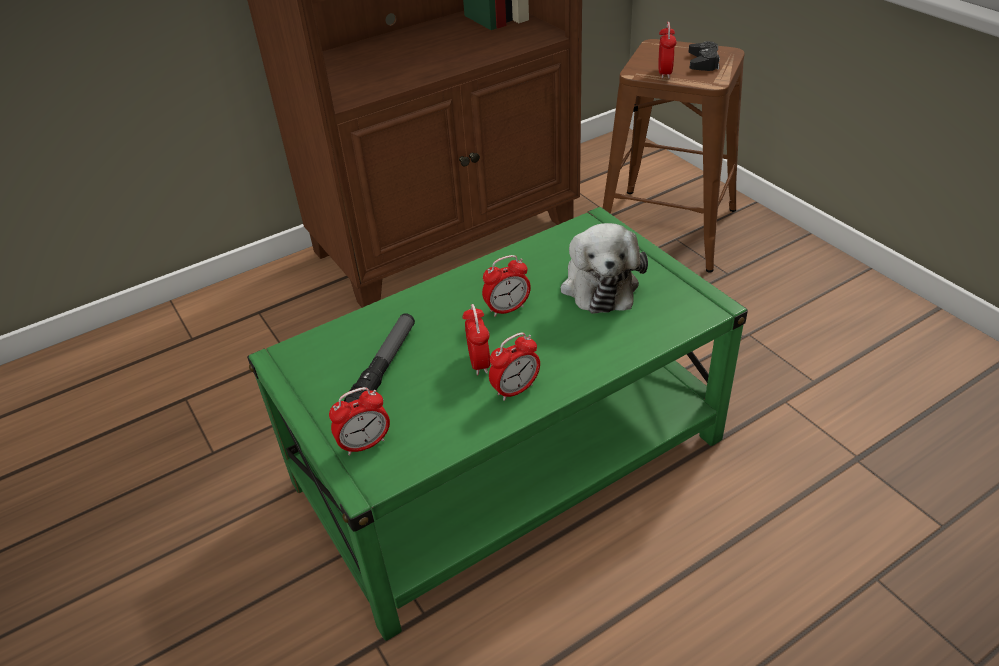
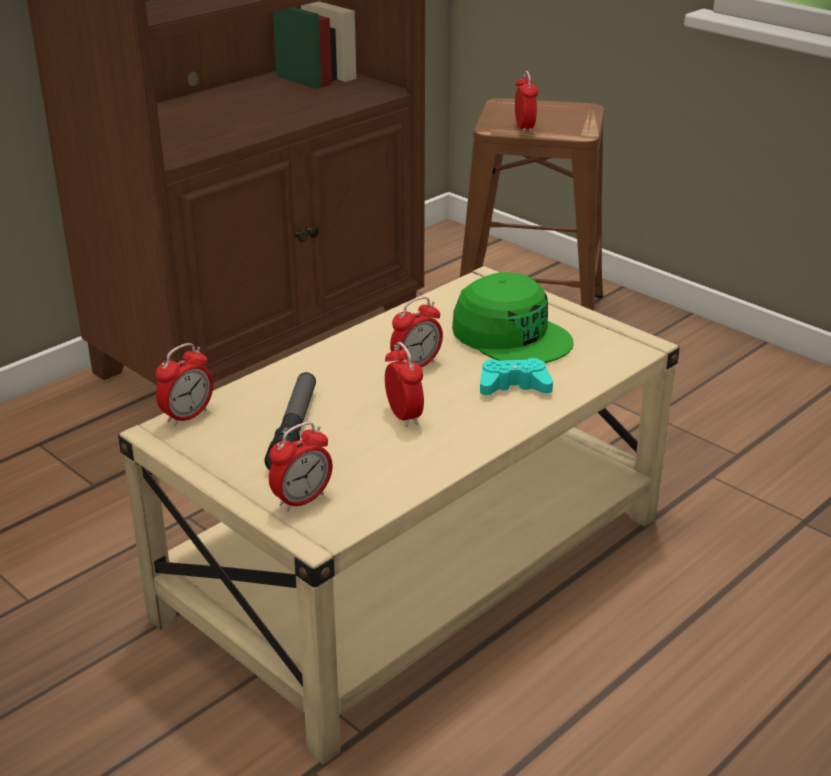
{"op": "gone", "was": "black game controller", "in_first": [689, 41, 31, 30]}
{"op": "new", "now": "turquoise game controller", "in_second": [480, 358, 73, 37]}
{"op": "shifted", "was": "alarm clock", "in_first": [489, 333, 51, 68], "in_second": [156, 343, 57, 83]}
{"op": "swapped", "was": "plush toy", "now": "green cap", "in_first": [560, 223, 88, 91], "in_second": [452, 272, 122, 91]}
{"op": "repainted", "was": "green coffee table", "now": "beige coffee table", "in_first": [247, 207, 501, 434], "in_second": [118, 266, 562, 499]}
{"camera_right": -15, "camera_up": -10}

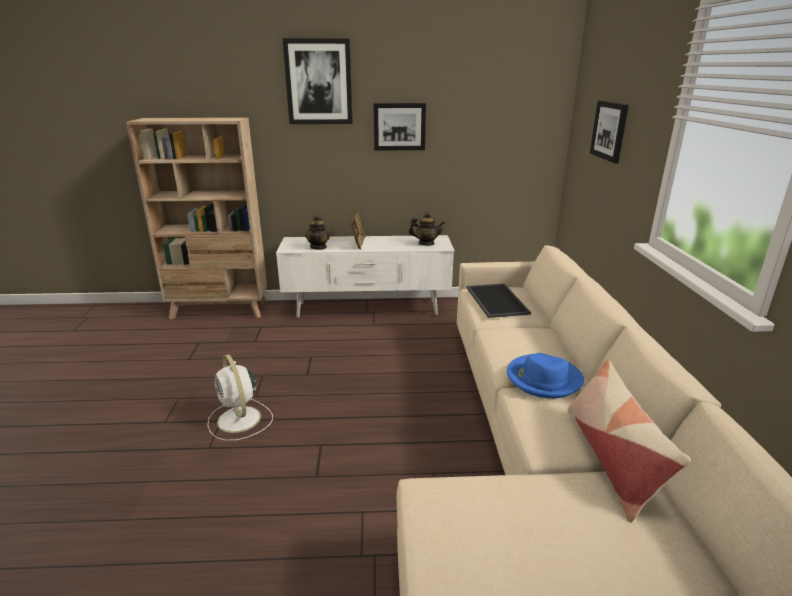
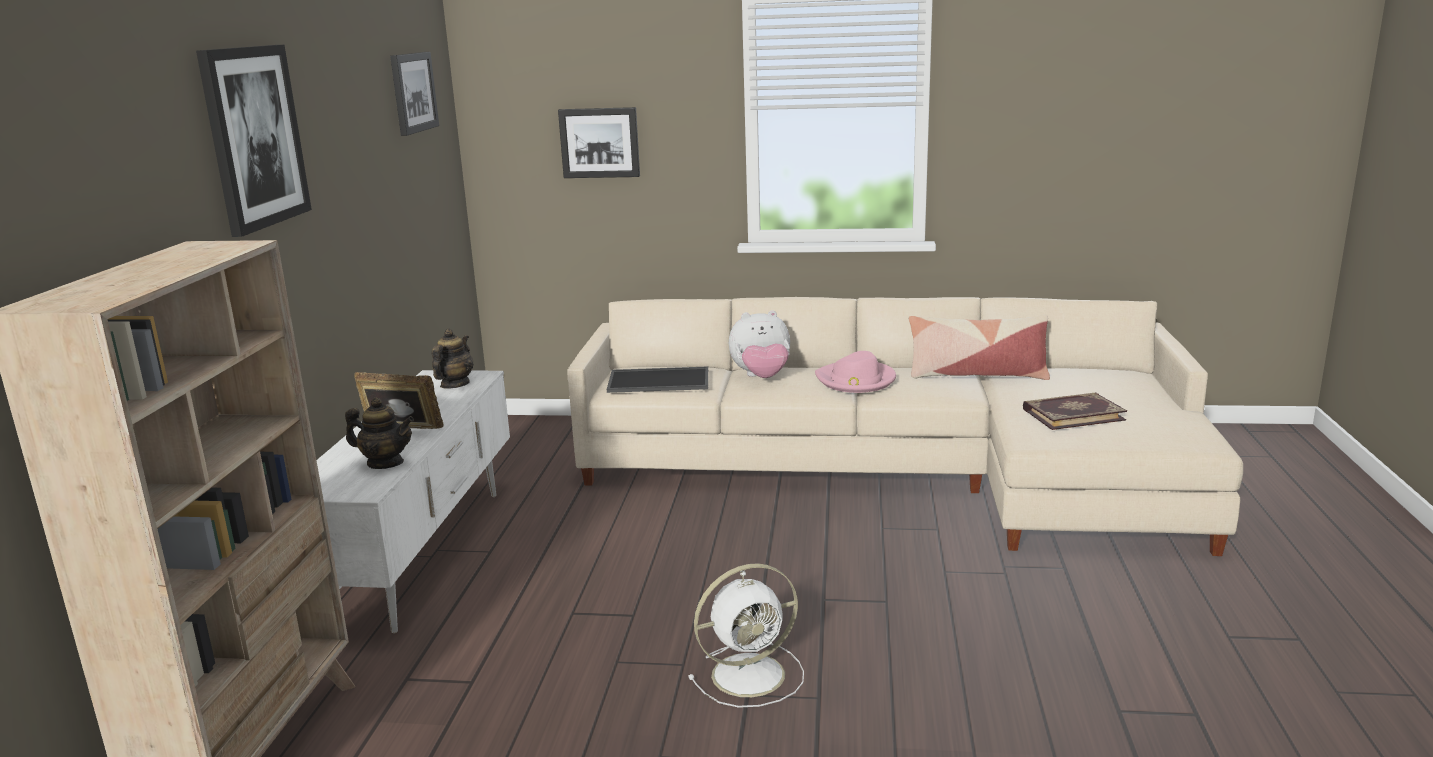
{"op": "new", "now": "plush toy", "in_second": [729, 310, 61, 68]}
{"op": "new", "now": "book", "in_second": [1023, 392, 104, 38]}
{"op": "shifted", "was": "picture", "in_first": [374, 103, 52, 48], "in_second": [390, 52, 49, 84]}
{"op": "repainted", "was": "blue hat", "now": "pink hat", "in_first": [507, 353, 77, 45], "in_second": [815, 351, 81, 42]}
{"camera_right": -80, "camera_up": -5}

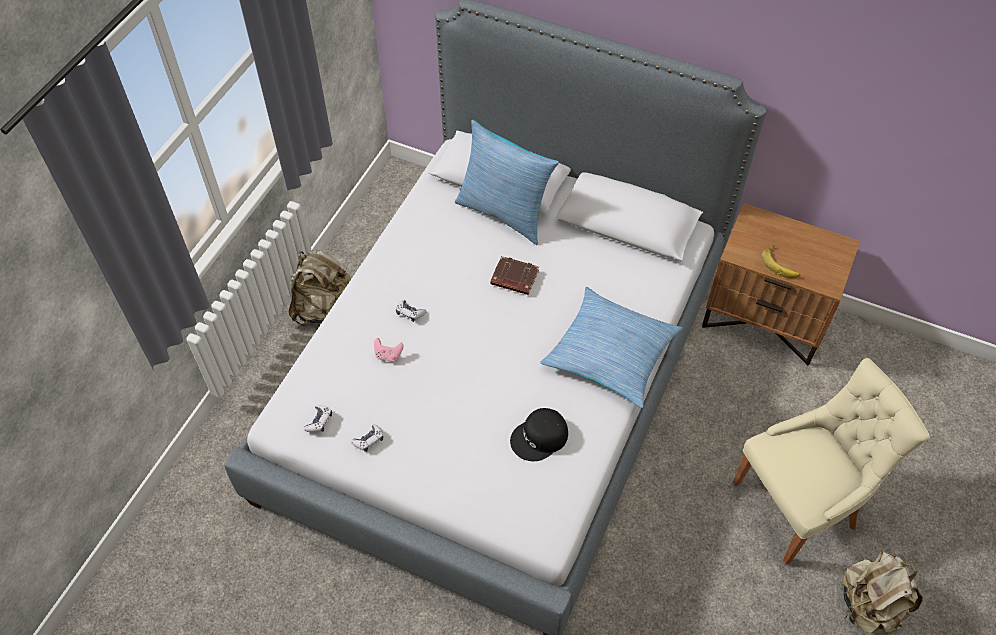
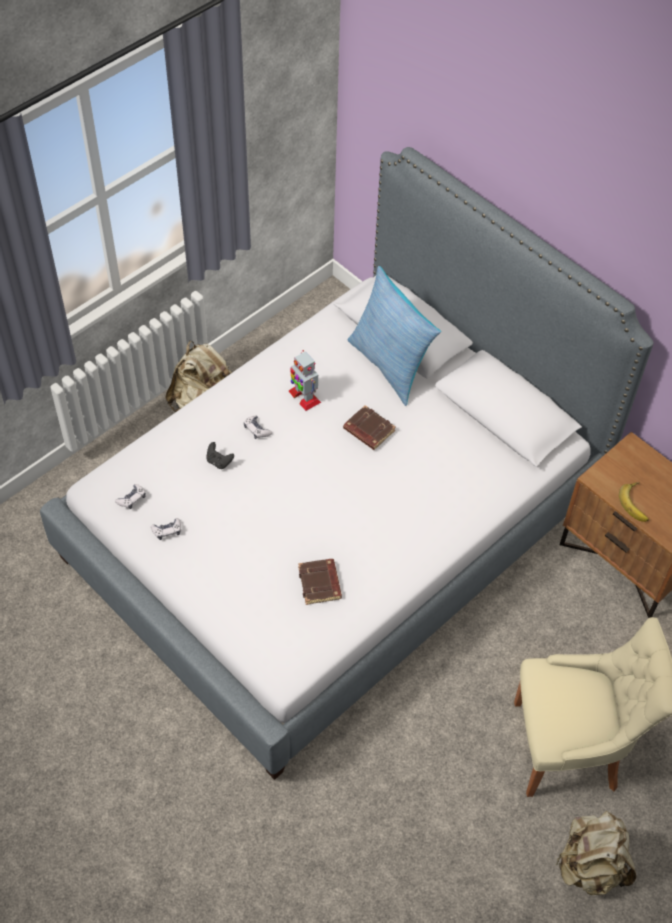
{"op": "gone", "was": "pillow", "in_first": [540, 287, 143, 121]}
{"op": "new", "now": "toy robot", "in_second": [289, 350, 32, 61]}
{"op": "swapped", "was": "black cap", "now": "brown book", "in_first": [510, 408, 58, 53], "in_second": [298, 559, 44, 46]}
{"op": "repainted", "was": "pink game controller", "now": "black game controller", "in_first": [374, 338, 30, 24], "in_second": [206, 442, 28, 27]}
{"camera_right": 20, "camera_up": 0}

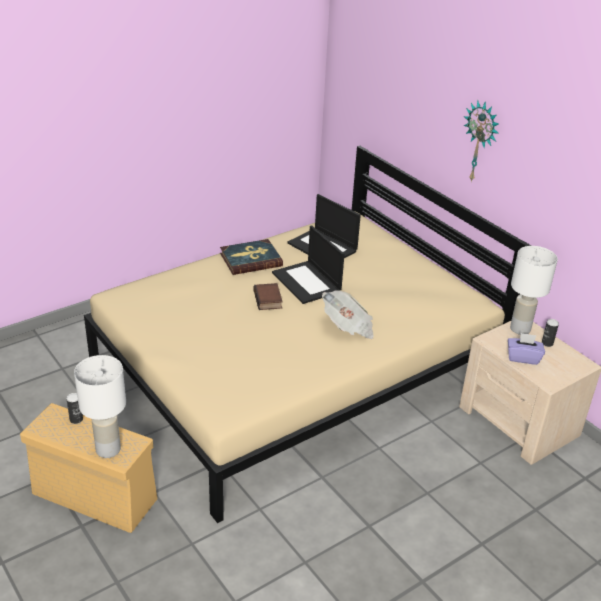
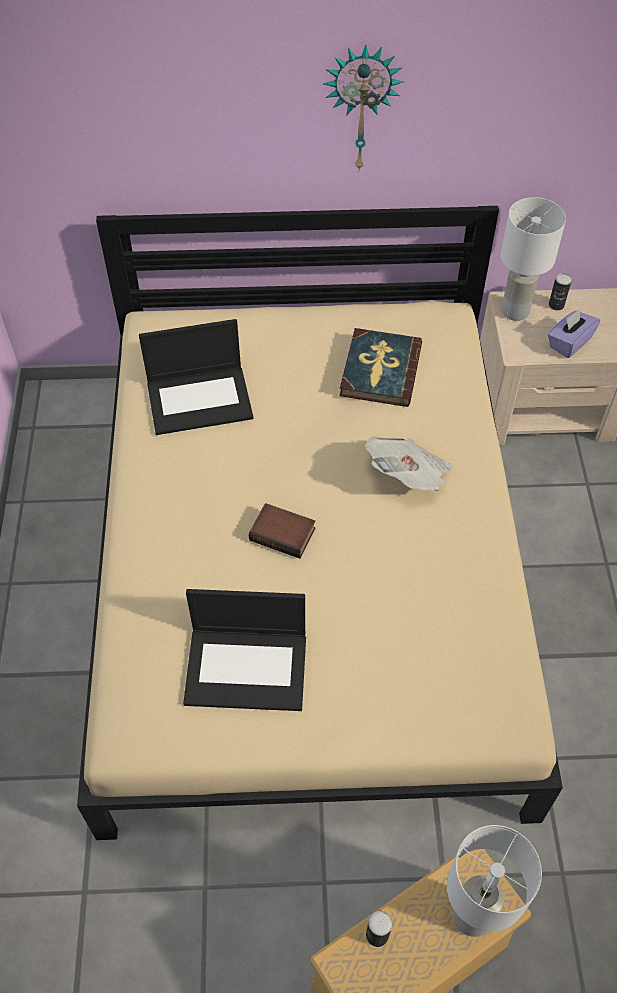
{"op": "shifted", "was": "book", "in_first": [220, 239, 63, 36], "in_second": [339, 328, 83, 79]}
{"op": "shifted", "was": "laptop", "in_first": [272, 226, 72, 78], "in_second": [183, 589, 123, 122]}
{"camera_right": -55, "camera_up": 20}

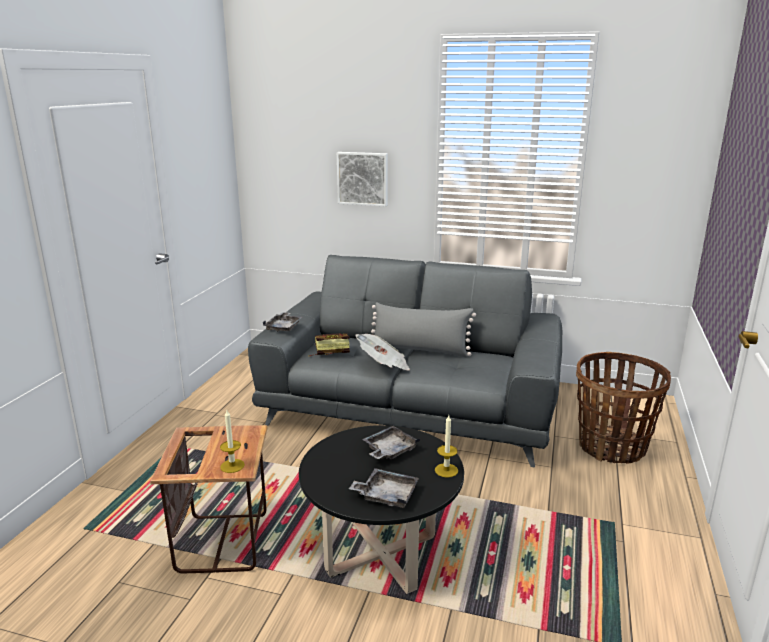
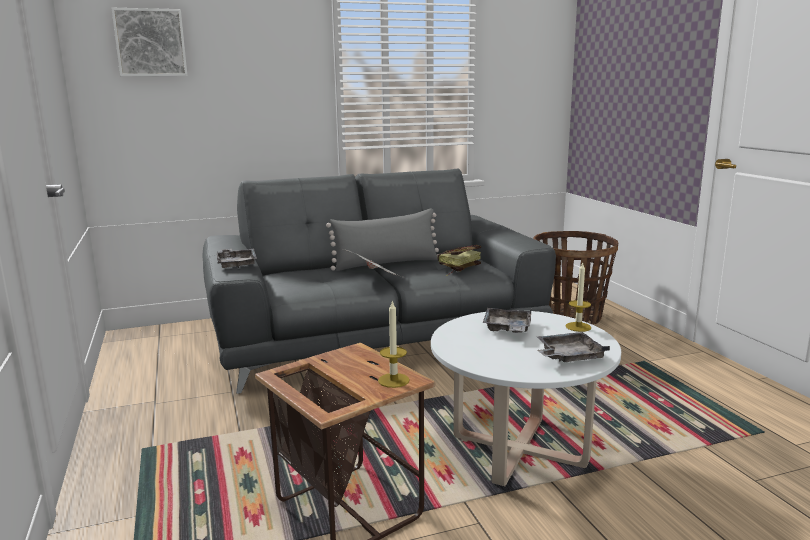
{"op": "shifted", "was": "book", "in_first": [308, 333, 42, 23], "in_second": [438, 245, 43, 31]}
{"op": "shifted", "was": "picture", "in_first": [337, 152, 51, 55], "in_second": [111, 8, 77, 69]}
{"op": "repainted", "was": "black coffee table", "now": "white coffee table", "in_first": [299, 425, 165, 169], "in_second": [431, 310, 190, 176]}
{"camera_right": -35, "camera_up": -5}

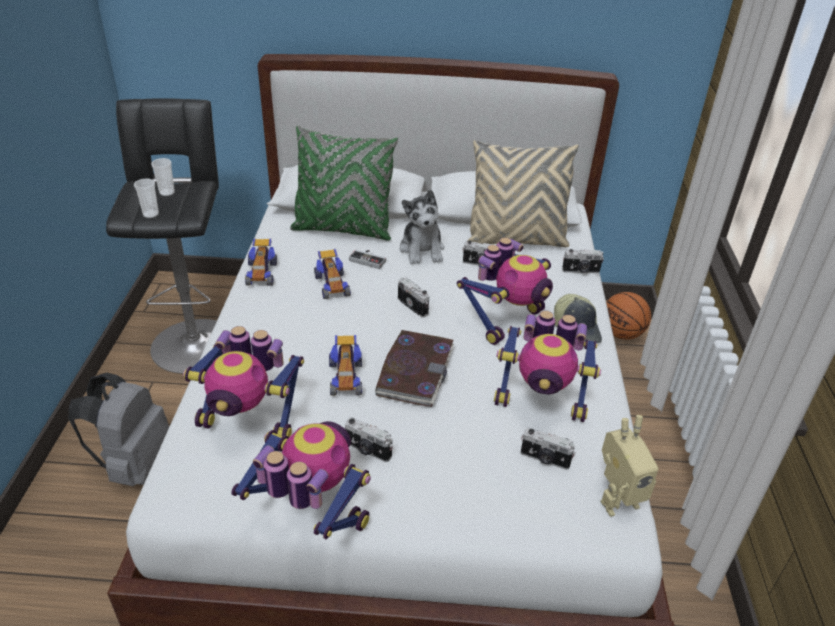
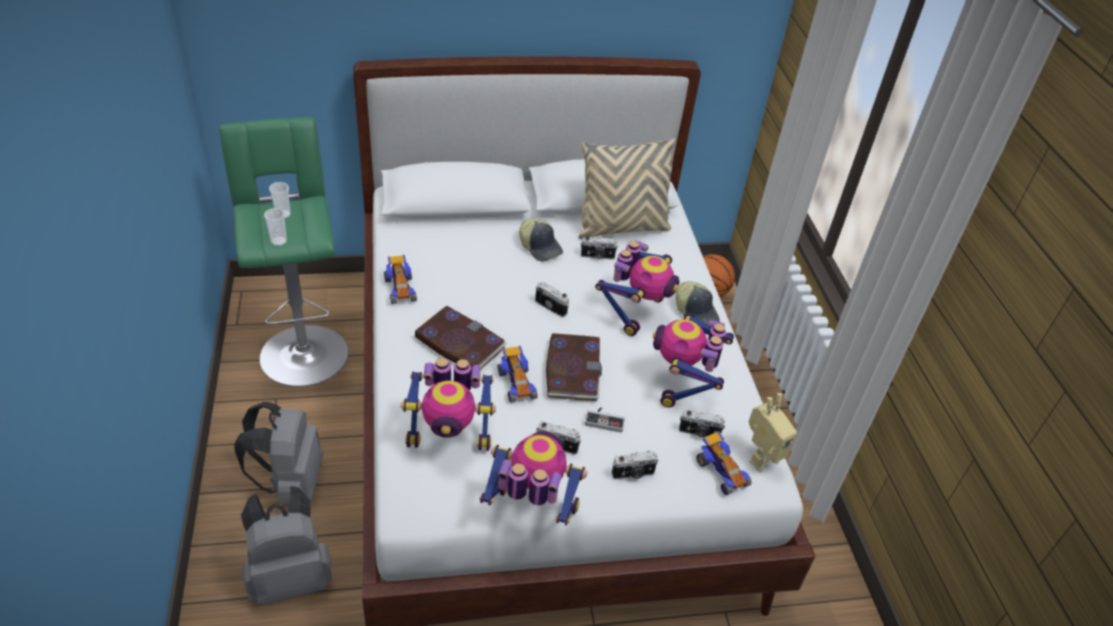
{"op": "gone", "was": "green pillow", "in_first": [290, 126, 108, 114]}
{"op": "new", "now": "grey backpack", "in_second": [241, 486, 91, 119]}
{"op": "new", "now": "book", "in_second": [415, 306, 92, 65]}
{"op": "shifted", "was": "toy car", "in_first": [314, 249, 37, 50], "in_second": [697, 431, 55, 64]}
{"op": "shifted", "was": "game controller", "in_first": [349, 249, 37, 20], "in_second": [585, 407, 40, 26]}
{"op": "shifted", "was": "photo camera", "in_first": [562, 249, 42, 25], "in_second": [612, 451, 46, 28]}
{"op": "swapped", "was": "plush toy", "now": "cap", "in_first": [400, 190, 44, 74], "in_second": [519, 219, 44, 43]}
{"op": "repainted", "was": "black stool", "now": "green stool", "in_first": [106, 98, 113, 276], "in_second": [219, 117, 129, 270]}
{"op": "rotated", "was": "toy robot", "in_first": [494, 311, 107, 111], "in_second": [653, 313, 81, 94], "clockwise": 105}
{"camera_right": -15, "camera_up": 5}

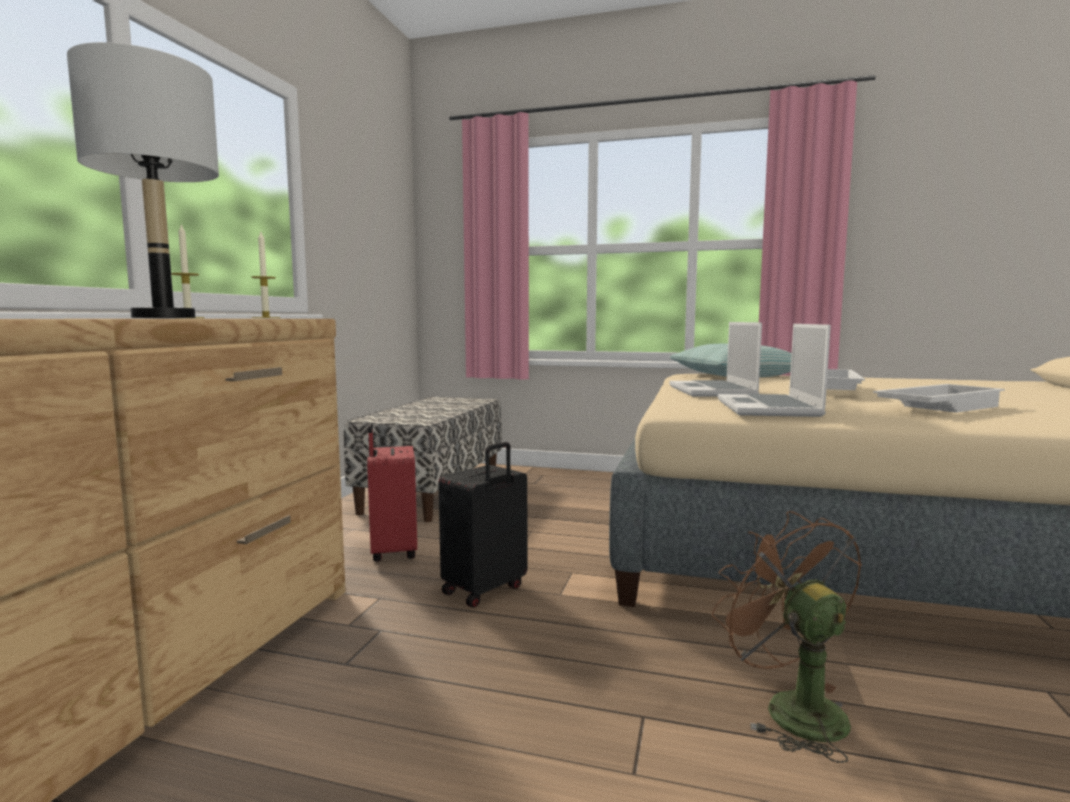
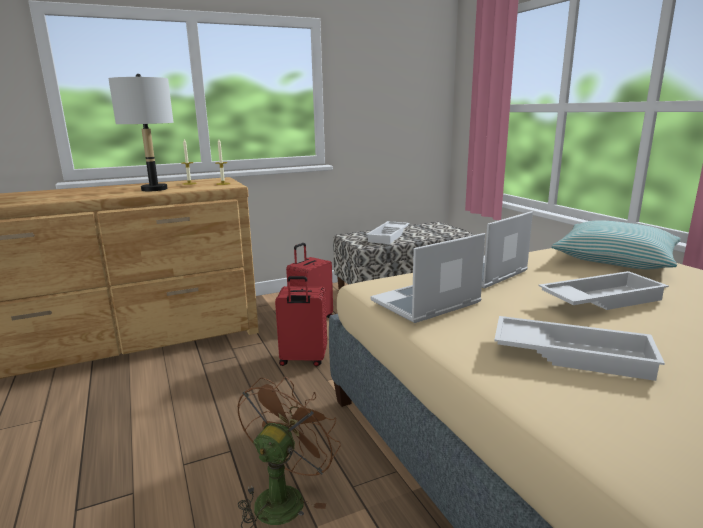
{"op": "new", "now": "white tray", "in_second": [366, 221, 44, 23]}
{"op": "repainted", "was": "black suitcase", "now": "red suitcase", "in_first": [439, 442, 88, 166], "in_second": [275, 276, 52, 90]}
{"camera_right": 50, "camera_up": 10}

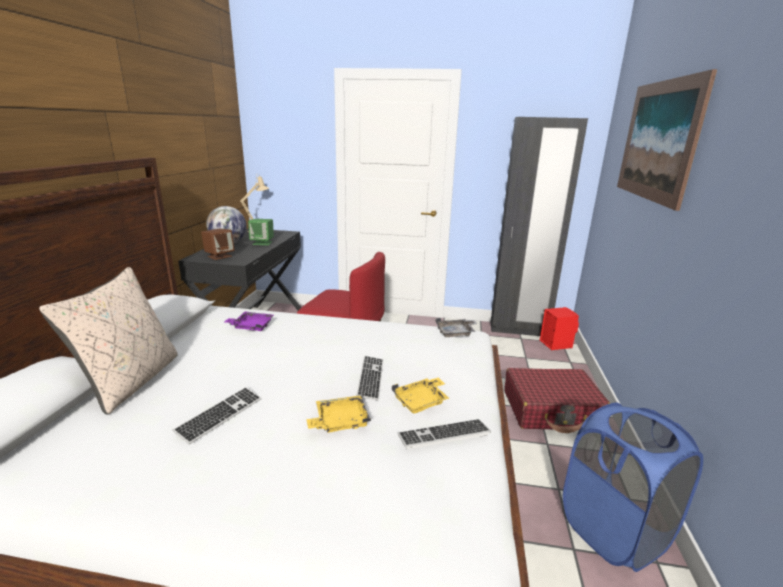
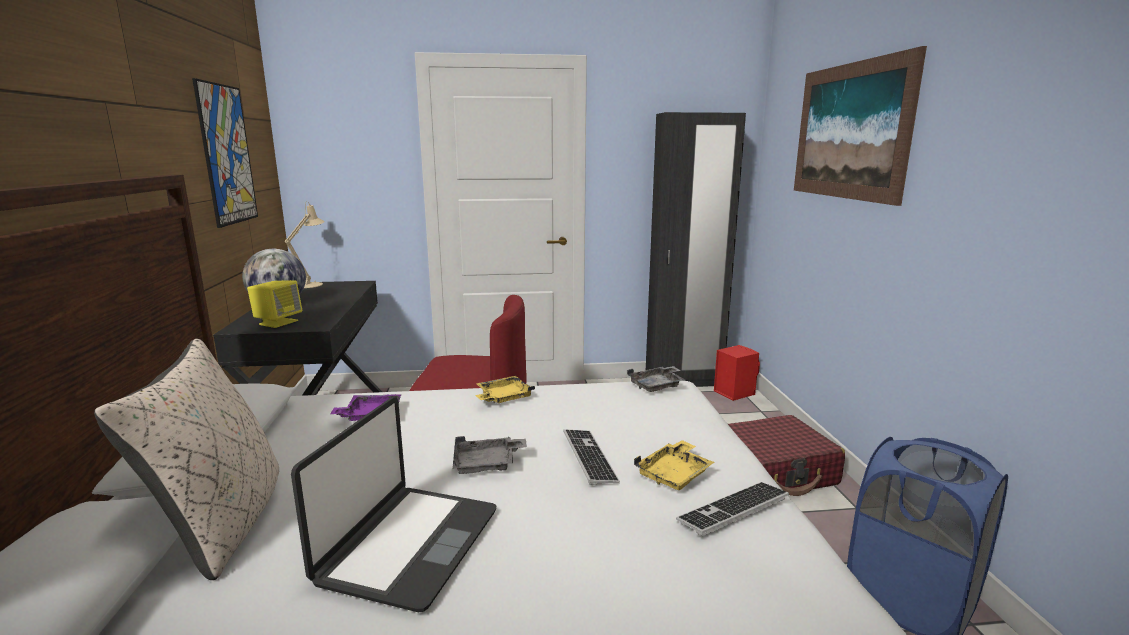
{"op": "gone", "was": "green speaker", "in_first": [248, 219, 26, 26]}
{"op": "new", "now": "picture", "in_second": [192, 78, 66, 150]}
{"op": "new", "now": "grey tray", "in_second": [452, 436, 75, 38]}
{"op": "shifted", "was": "yellow tray", "in_first": [307, 395, 64, 38], "in_second": [475, 376, 60, 27]}
{"op": "swapped", "was": "keyboard", "now": "laptop", "in_first": [173, 387, 89, 58], "in_second": [291, 397, 205, 215]}
{"op": "repainted", "was": "brown speaker", "now": "yellow speaker", "in_first": [201, 229, 34, 31], "in_second": [247, 280, 55, 48]}
{"camera_right": -15, "camera_up": -5}

